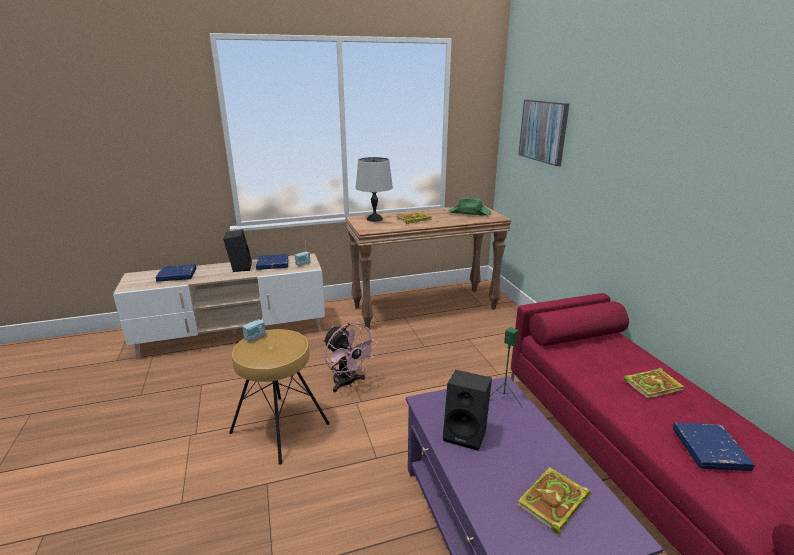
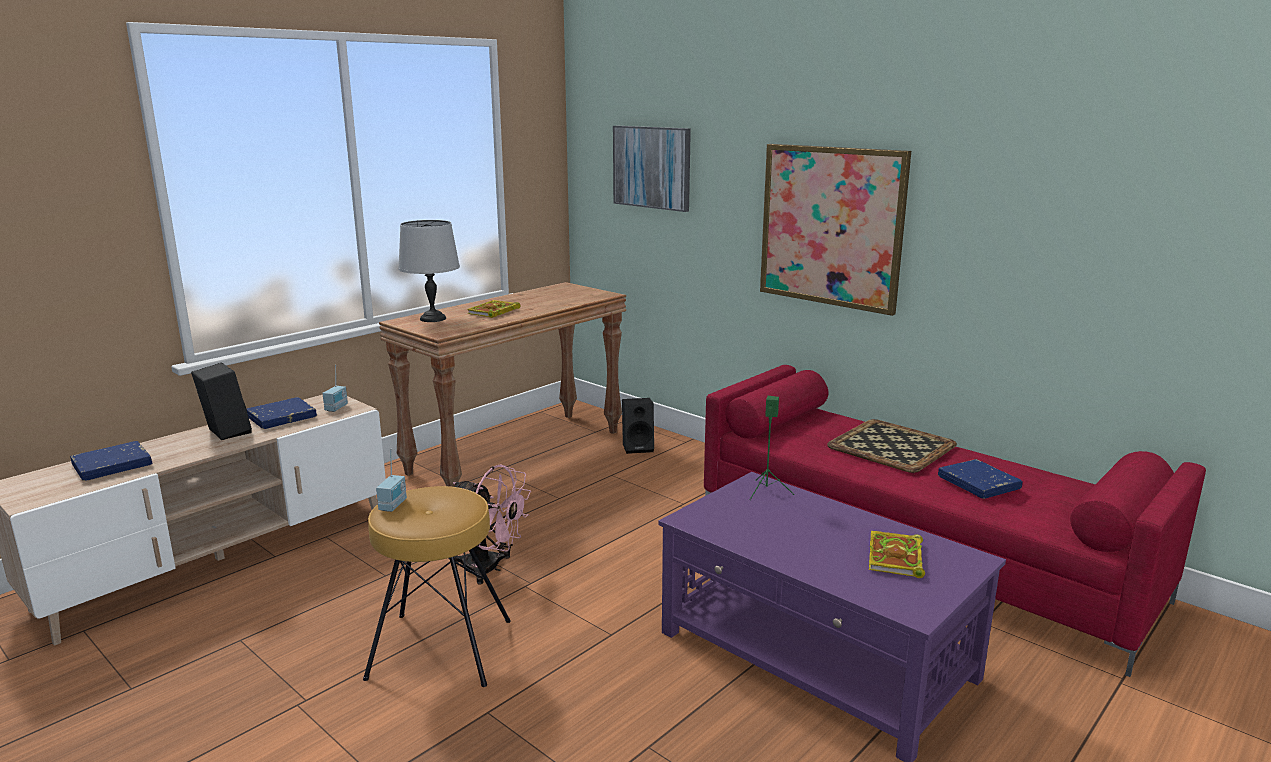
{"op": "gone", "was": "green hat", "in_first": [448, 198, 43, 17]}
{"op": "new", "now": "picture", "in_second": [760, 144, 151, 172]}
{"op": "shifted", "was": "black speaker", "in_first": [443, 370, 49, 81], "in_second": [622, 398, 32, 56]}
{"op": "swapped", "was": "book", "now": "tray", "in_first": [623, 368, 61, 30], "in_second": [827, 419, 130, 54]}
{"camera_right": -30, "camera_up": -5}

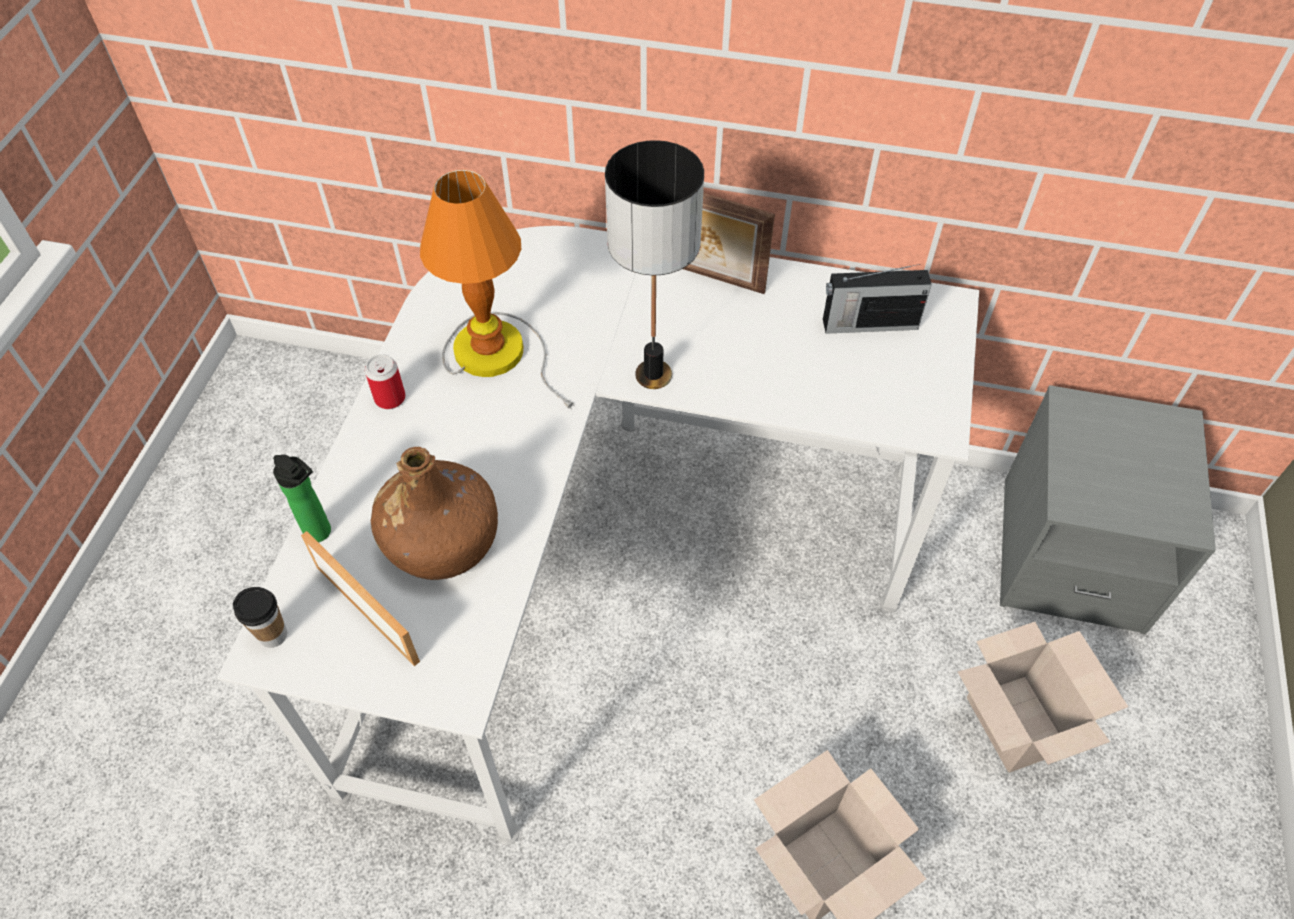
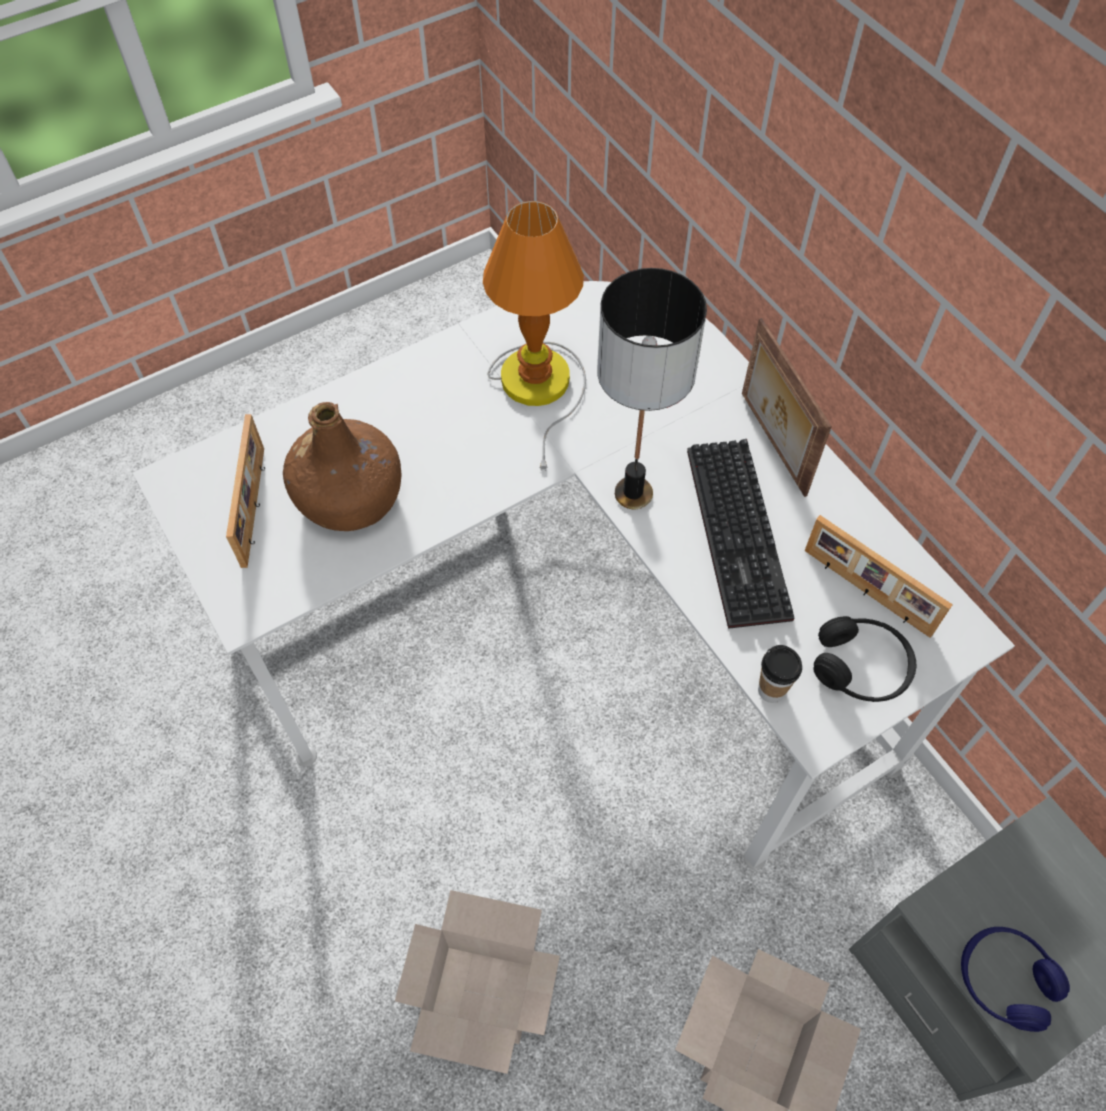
{"op": "gone", "was": "bottle", "in_first": [273, 455, 58, 87]}
{"op": "gone", "was": "can", "in_first": [365, 354, 41, 55]}
{"op": "new", "now": "keyboard", "in_second": [687, 439, 107, 190]}
{"op": "new", "now": "black headphones", "in_second": [813, 616, 103, 86]}
{"op": "new", "now": "blue headphones", "in_second": [961, 927, 109, 105]}
{"op": "shifted", "was": "cup", "in_first": [233, 587, 54, 61], "in_second": [758, 645, 44, 58]}
{"op": "swapped", "was": "radio", "now": "picture frame", "in_first": [823, 264, 109, 70], "in_second": [805, 515, 148, 123]}
{"camera_right": 45, "camera_up": 5}

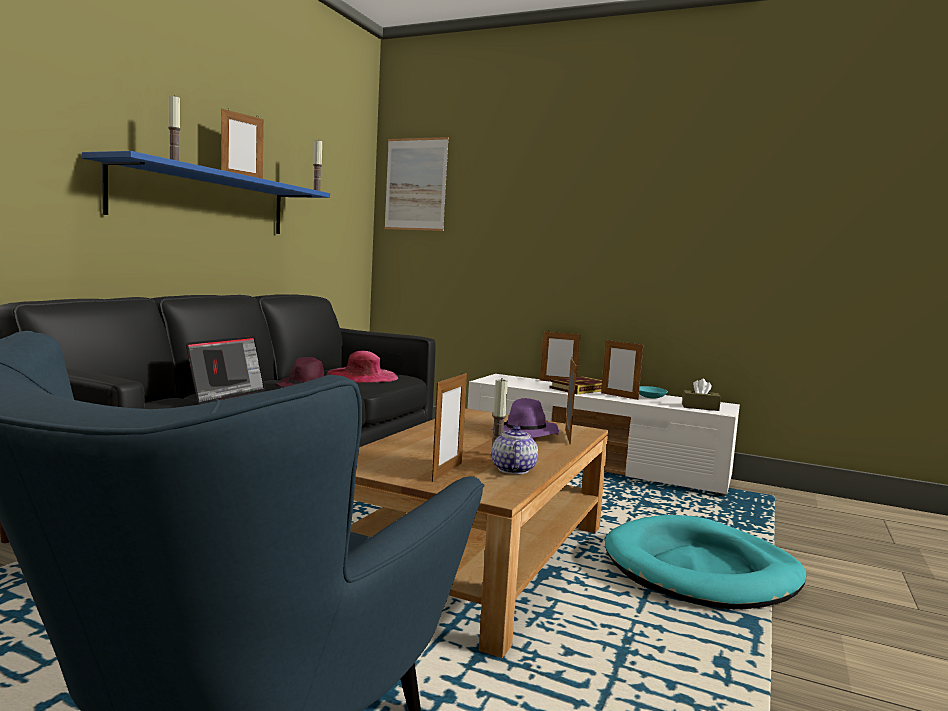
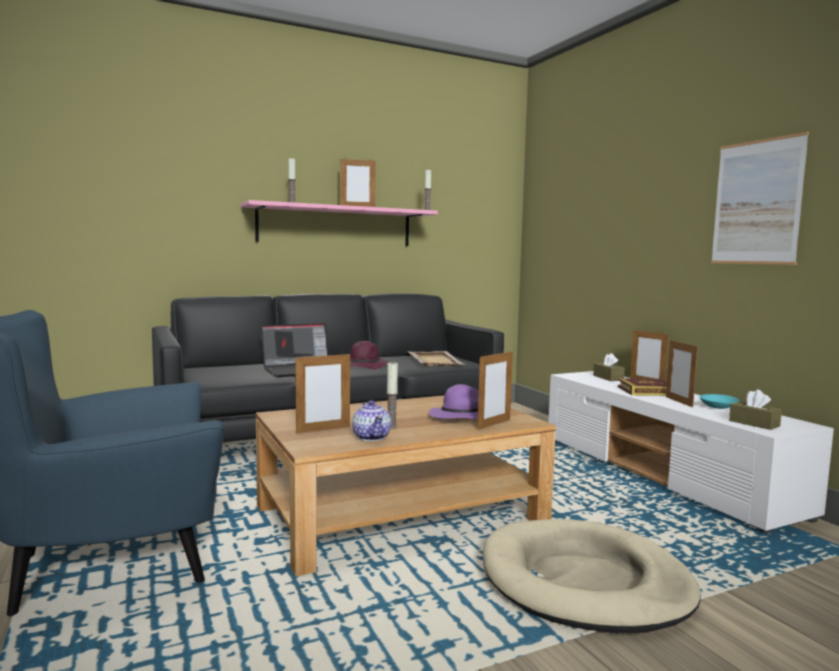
{"op": "new", "now": "brown tissue box", "in_second": [593, 353, 32, 28]}
{"op": "shifted", "was": "picture", "in_first": [384, 137, 65, 94], "in_second": [711, 132, 98, 133]}
{"op": "swapped", "was": "pink hat", "now": "beige tray", "in_first": [327, 351, 72, 32], "in_second": [407, 351, 57, 15]}
{"op": "repainted", "was": "blue shelf", "now": "pink shelf", "in_first": [82, 151, 248, 83], "in_second": [241, 200, 197, 46]}
{"op": "repainted", "was": "turquoise dog bed", "now": "beige dog bed", "in_first": [605, 515, 201, 94], "in_second": [483, 519, 218, 114]}
{"op": "rotated", "was": "teapot", "in_first": [492, 426, 46, 48], "in_second": [352, 400, 39, 41], "clockwise": 120}
{"camera_right": 40, "camera_up": 0}

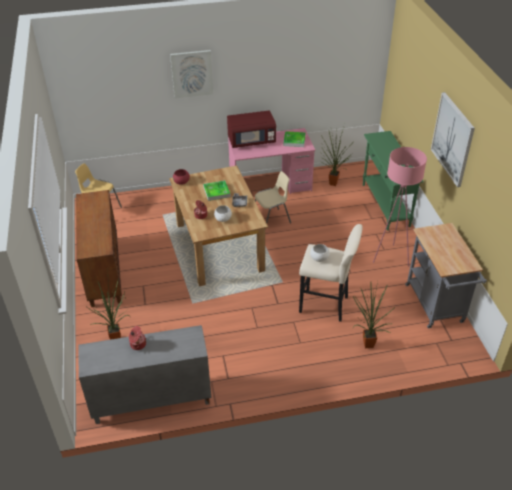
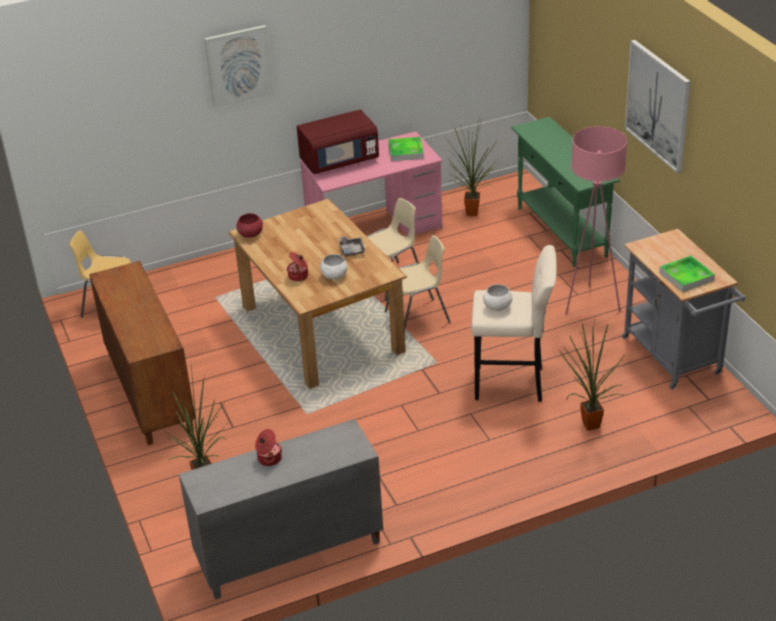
{"op": "new", "now": "beige chair", "in_second": [385, 235, 66, 95]}
{"op": "shifted", "was": "tray", "in_first": [203, 180, 28, 21], "in_second": [659, 255, 56, 37]}
{"camera_right": -10, "camera_up": -5}

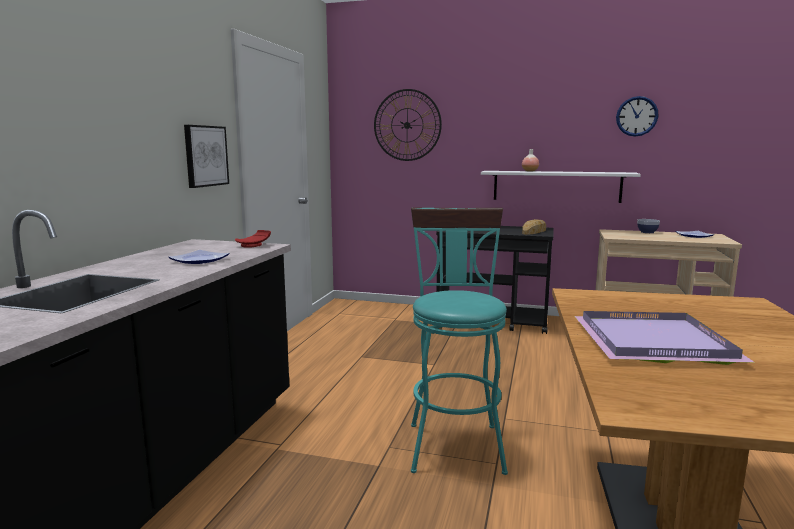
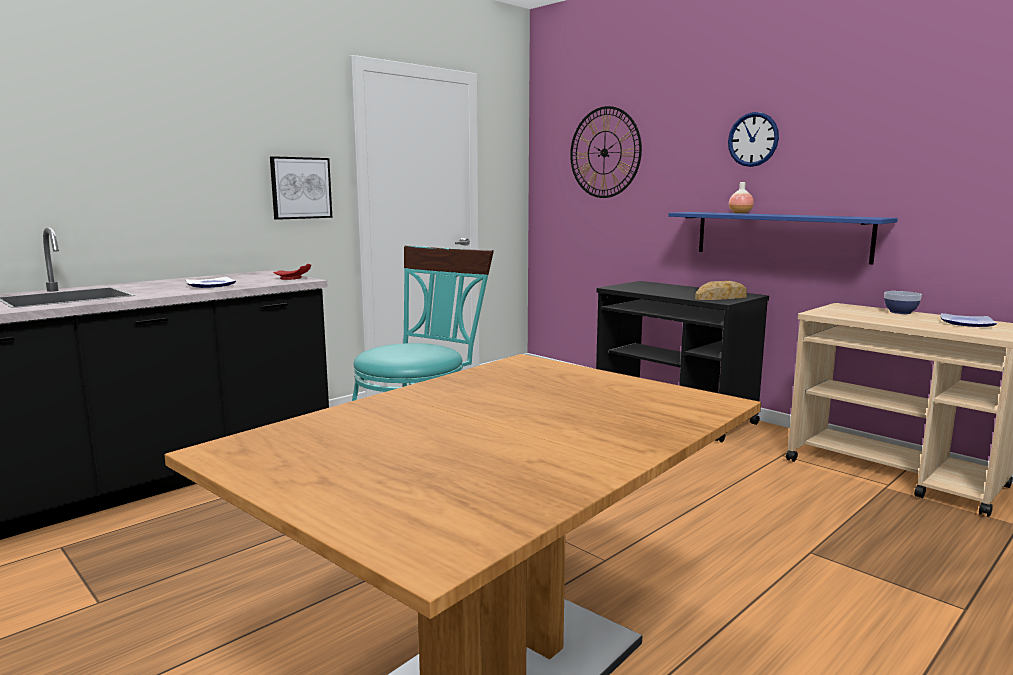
{"op": "gone", "was": "purple tray", "in_first": [574, 311, 181, 54]}
{"op": "shifted", "was": "wall clock", "in_first": [616, 96, 42, 41], "in_second": [728, 112, 51, 55]}
{"op": "repainted", "was": "white shelf", "now": "blue shelf", "in_first": [481, 171, 160, 32], "in_second": [668, 212, 230, 53]}
{"camera_right": 30, "camera_up": 0}

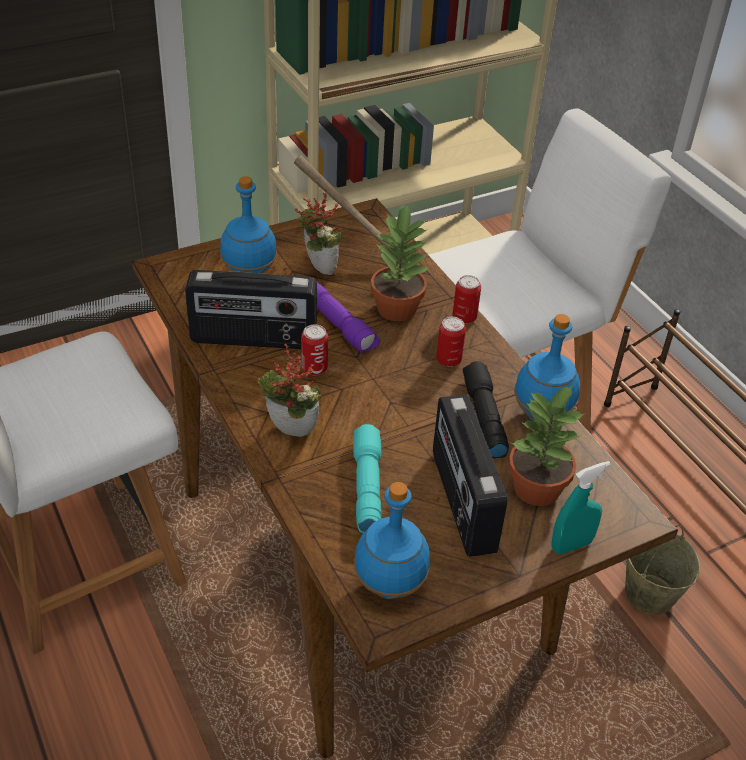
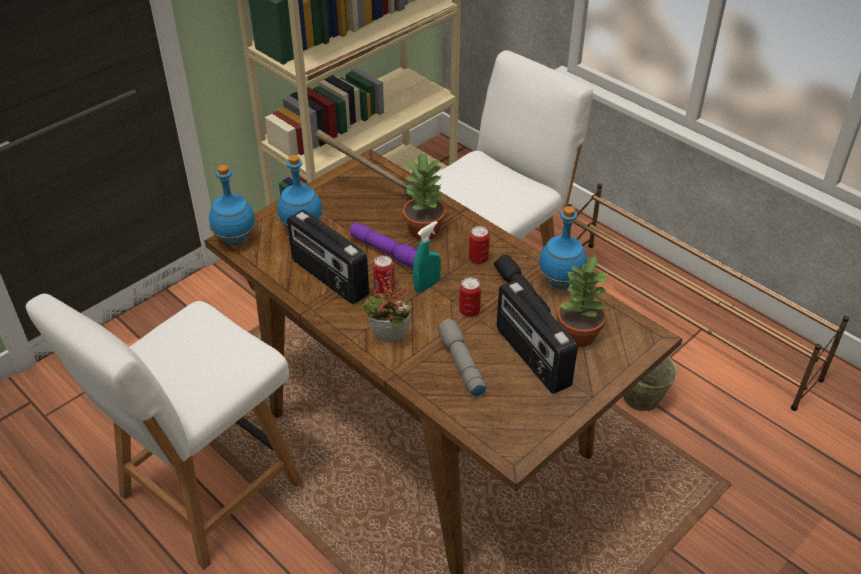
{"op": "gone", "was": "potted plant", "in_first": [295, 187, 46, 88]}
{"op": "shifted", "was": "blue bottle", "in_first": [354, 482, 76, 117], "in_second": [209, 165, 47, 81]}
{"op": "shifted", "was": "can", "in_first": [453, 275, 28, 49], "in_second": [459, 277, 22, 40]}
{"op": "shifted", "was": "turquoise spray bottle", "in_first": [552, 461, 59, 93], "in_second": [413, 221, 28, 72]}
{"op": "repainted", "was": "turquoise flashlight", "now": "grey flashlight", "in_first": [353, 424, 29, 109], "in_second": [437, 319, 49, 78]}
{"op": "rotated", "was": "radio", "in_first": [185, 270, 132, 79], "in_second": [287, 210, 82, 94], "clockwise": 60}
{"camera_right": -15, "camera_up": 0}

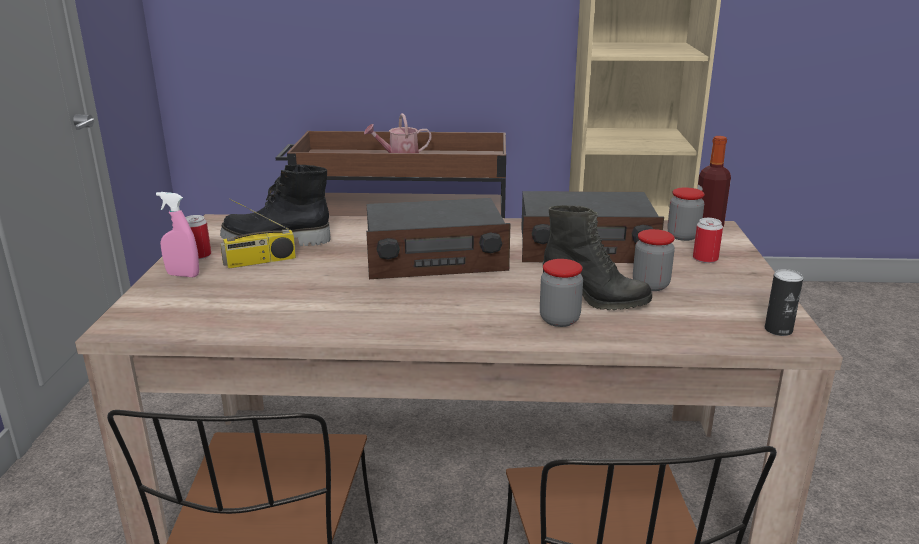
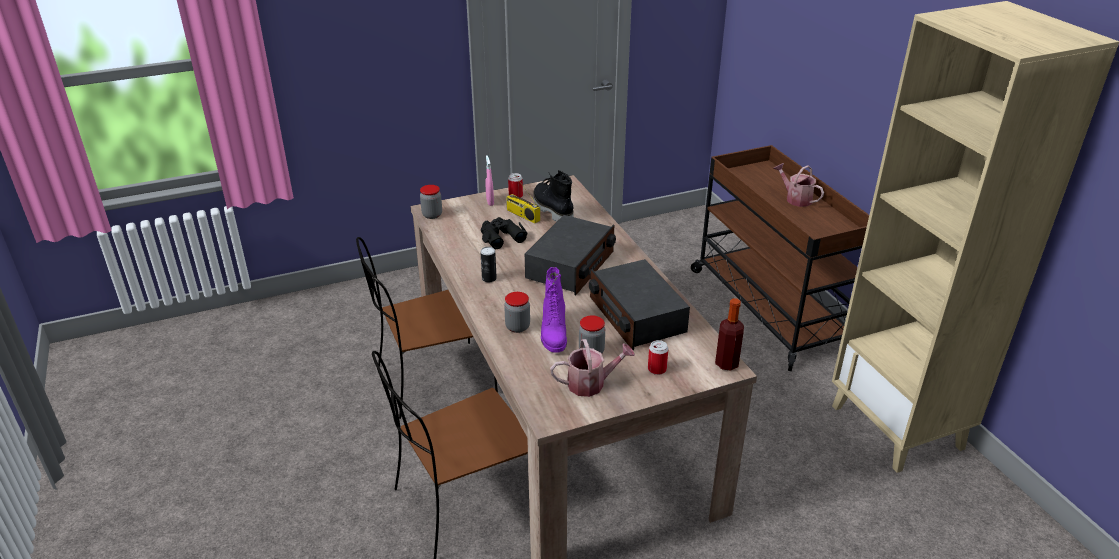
{"op": "new", "now": "black binoculars", "in_second": [481, 217, 46, 32]}
{"op": "new", "now": "watering can", "in_second": [550, 339, 85, 58]}
{"op": "shifted", "was": "jar", "in_first": [667, 187, 38, 54], "in_second": [420, 185, 22, 34]}
{"op": "shifted", "was": "can", "in_first": [765, 269, 38, 67], "in_second": [480, 247, 17, 35]}
{"op": "repainted", "was": "black boot", "now": "purple boot", "in_first": [543, 205, 109, 105], "in_second": [541, 267, 26, 86]}
{"op": "rotated", "was": "radio", "in_first": [366, 198, 144, 81], "in_second": [525, 215, 91, 80], "clockwise": -120}
{"camera_right": 65, "camera_up": 10}

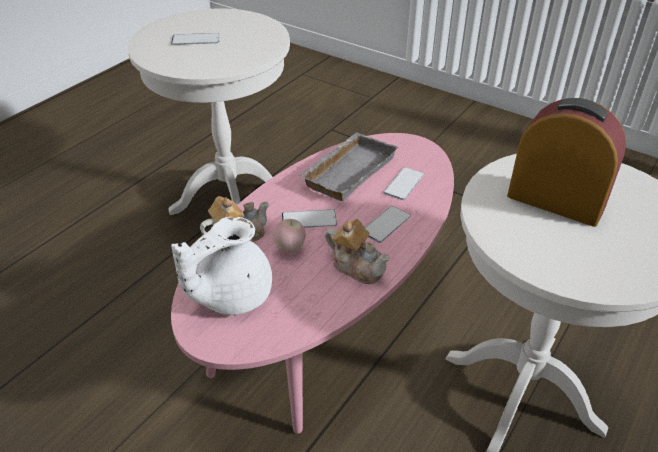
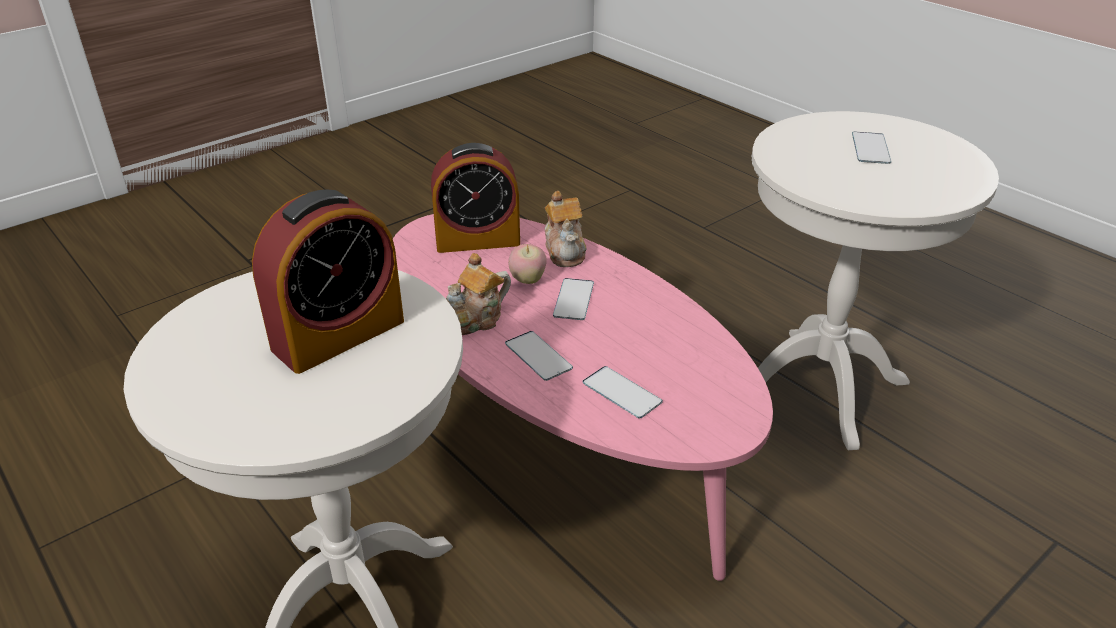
{"op": "gone", "was": "grey tray", "in_first": [299, 132, 100, 69]}
{"op": "swapped", "was": "white teapot", "now": "alarm clock", "in_first": [171, 217, 101, 98], "in_second": [431, 143, 89, 110]}
{"camera_right": 105, "camera_up": -5}

